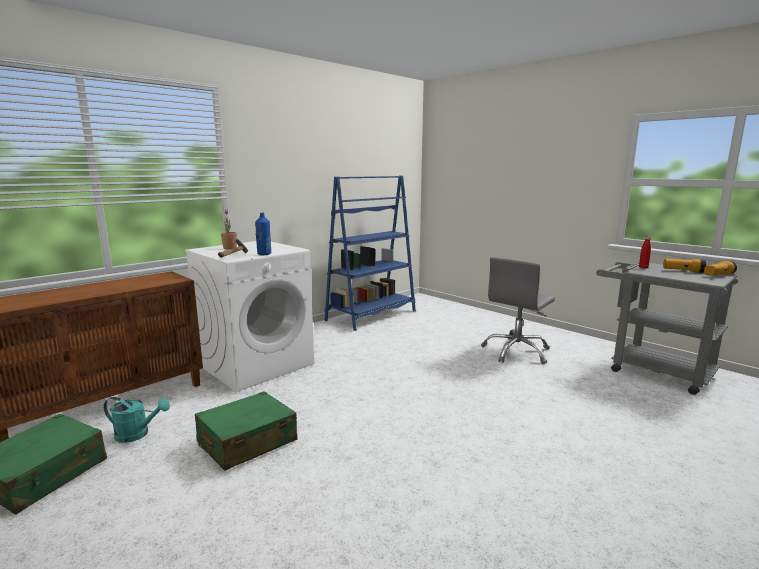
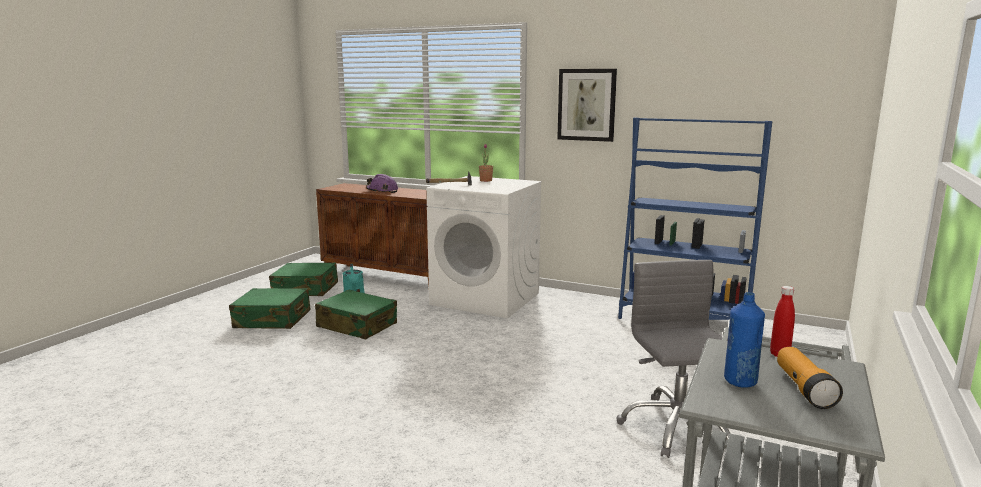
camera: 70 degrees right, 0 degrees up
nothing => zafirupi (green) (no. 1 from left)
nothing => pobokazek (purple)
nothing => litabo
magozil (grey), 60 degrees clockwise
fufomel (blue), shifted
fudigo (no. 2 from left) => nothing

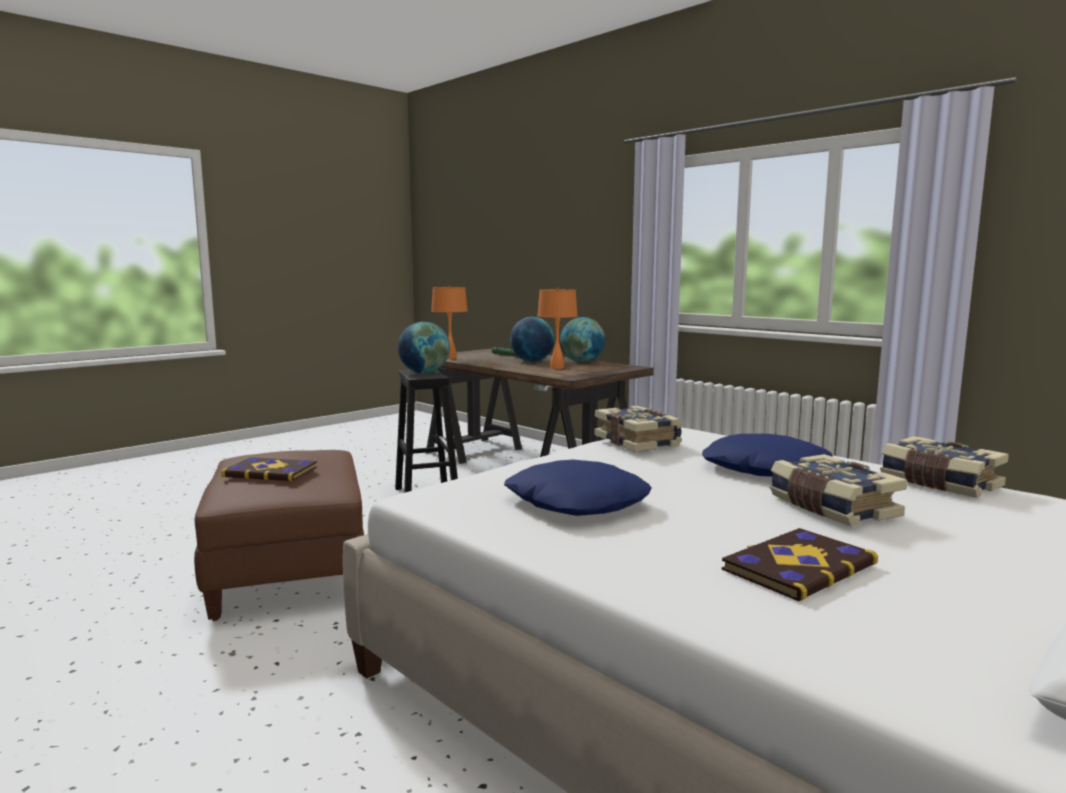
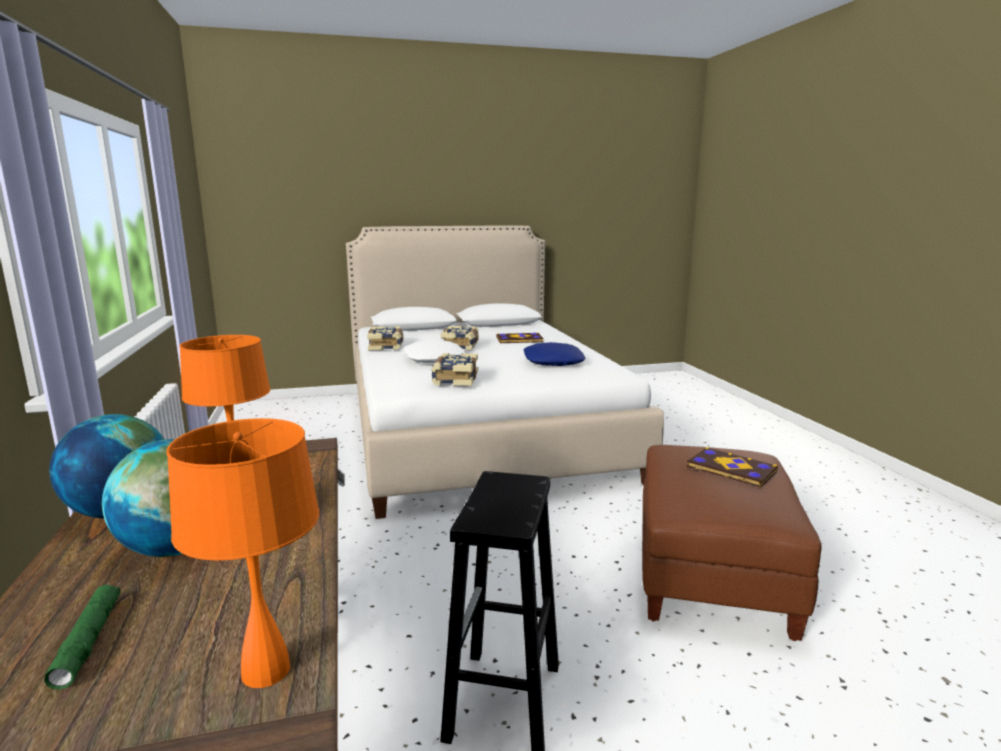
camera: 150 degrees left, 5 degrees up
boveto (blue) (no. 2 from left) => boveto (white)
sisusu (no. 1 from left) => nothing

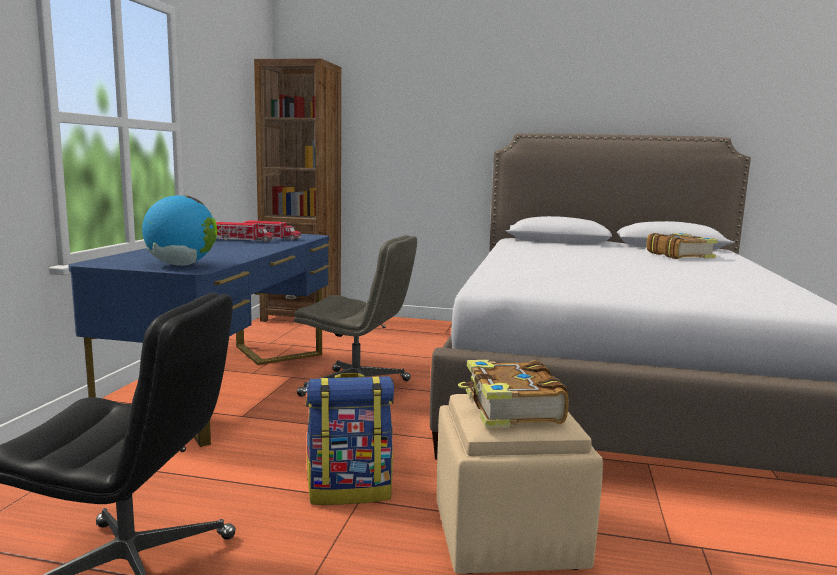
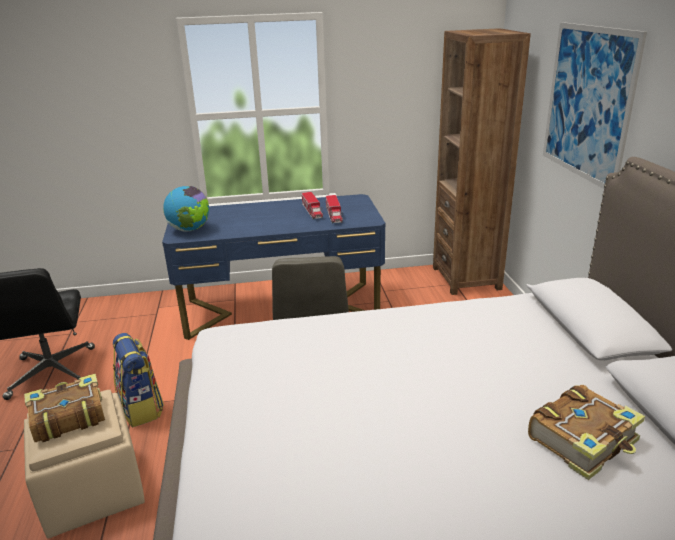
camera: 70 degrees right, 15 degrees up
nothing => litabo

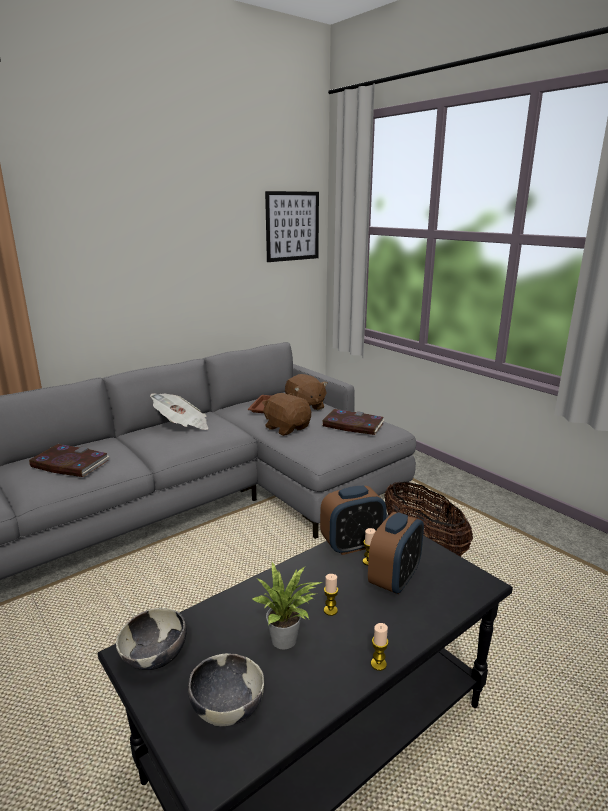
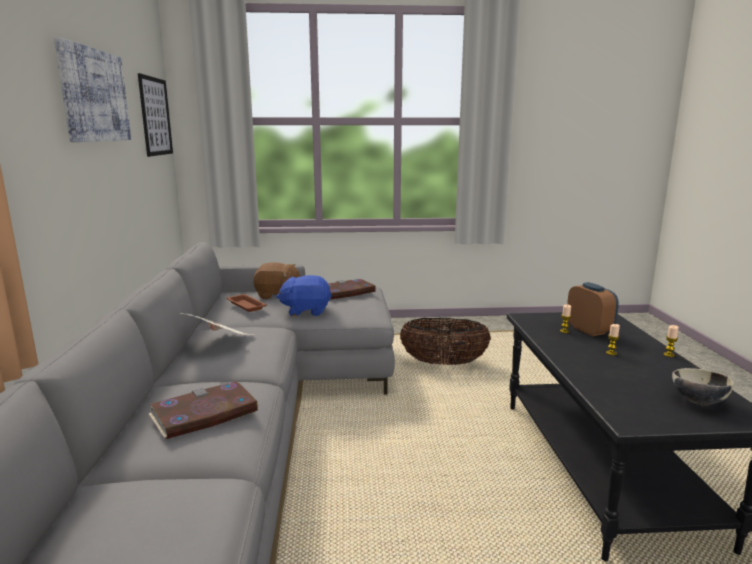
camera: 55 degrees left, 5 degrees down
nothing => litabo (no. 1 from left)
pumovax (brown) (no. 1 from left) => pumovax (blue)
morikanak (no. 1 from left) => nothing
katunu => nothing
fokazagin (no. 1 from left) => nothing

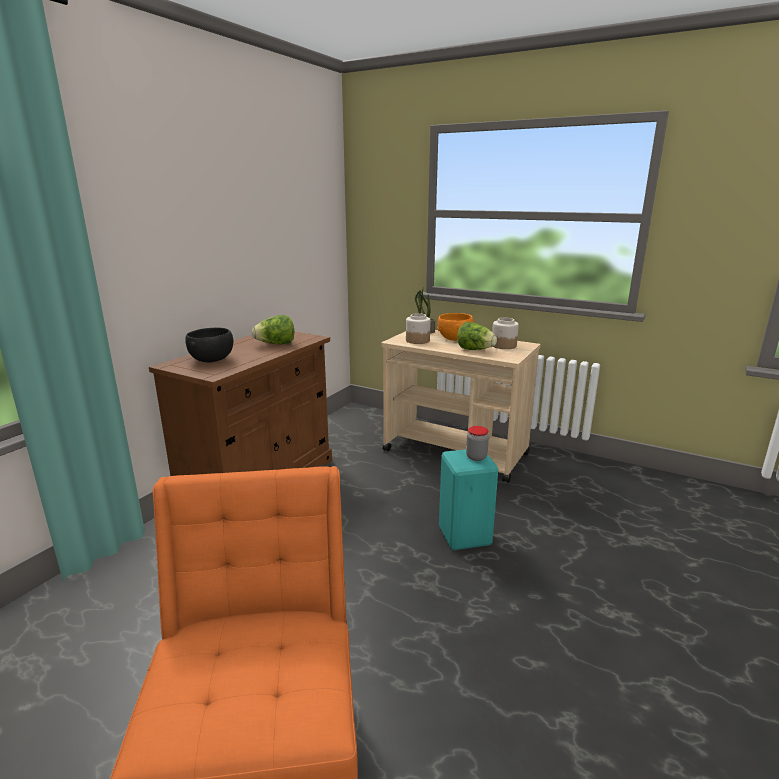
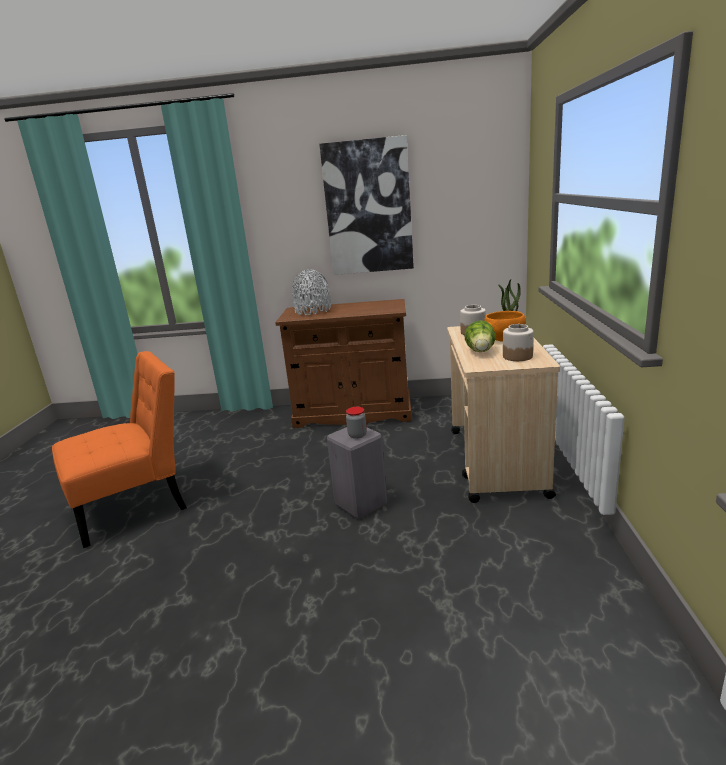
camera: 65 degrees right, 0 degrees up
morikanak (black) => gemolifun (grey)
nothing => litabo
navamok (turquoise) => navamok (grey)
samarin (no. 1 from left) => nothing

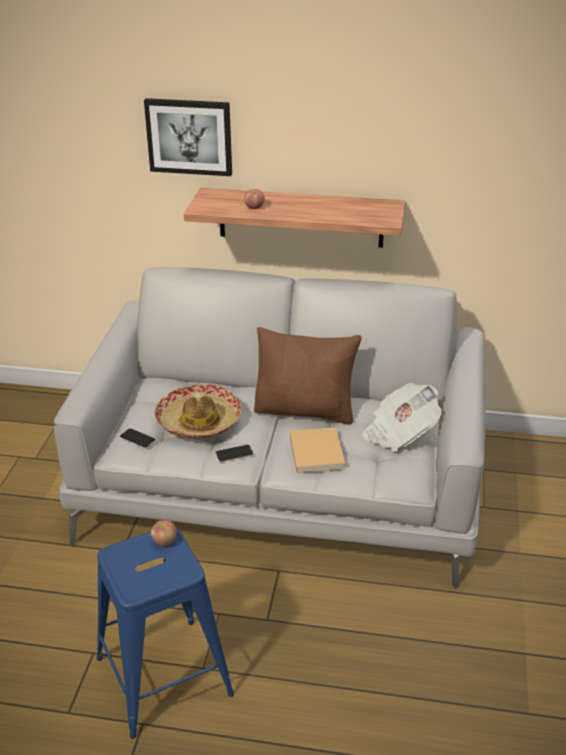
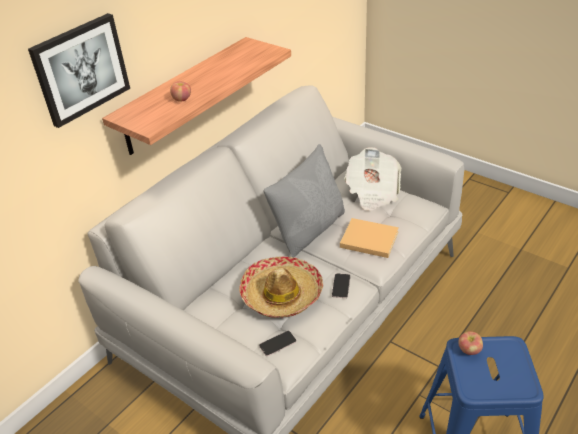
camera: 60 degrees left, 5 degrees up
boveto (brown) => boveto (grey)

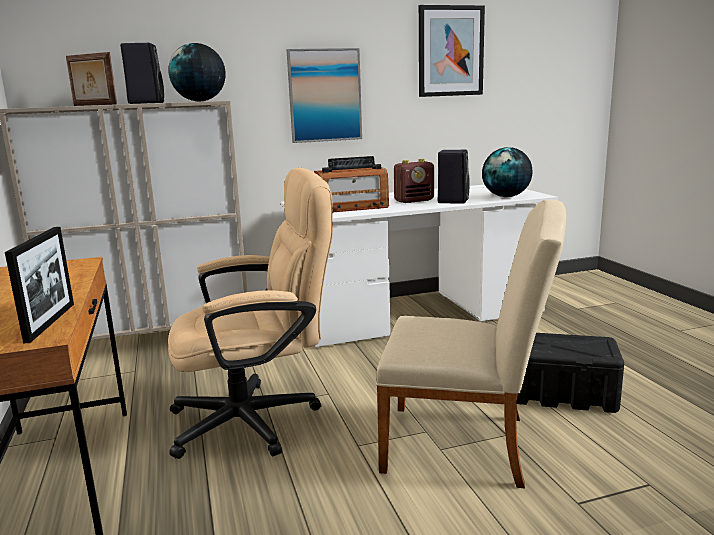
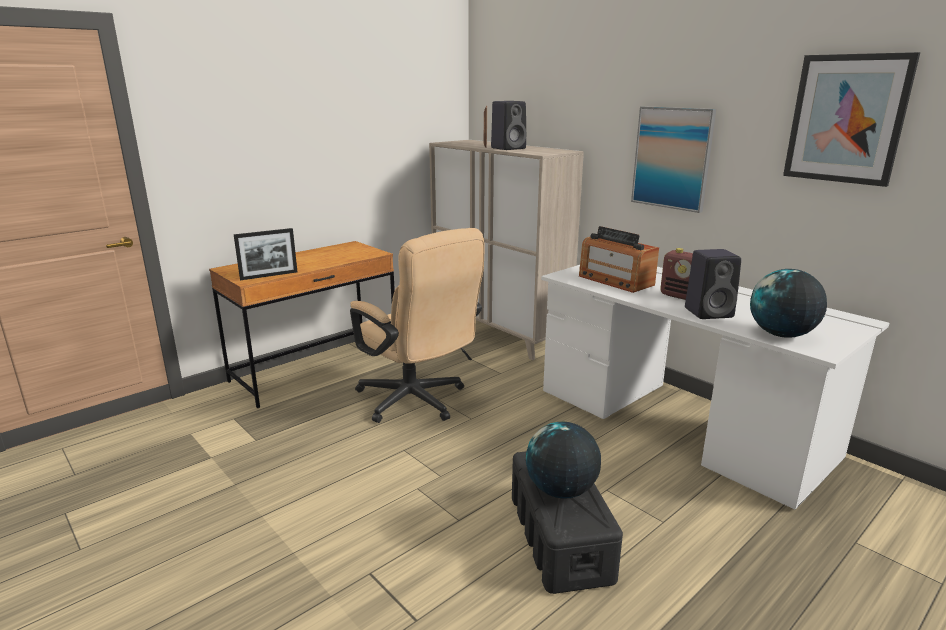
camera: 65 degrees right, 5 degrees up
sisusu (no. 1 from left), shifted
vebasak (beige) => nothing

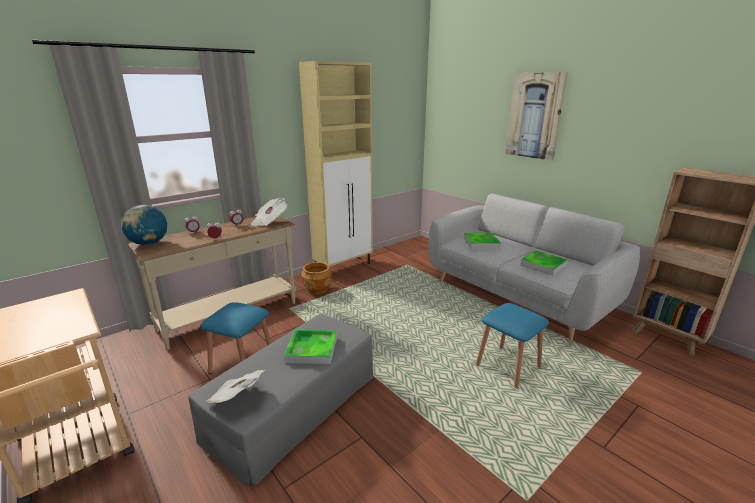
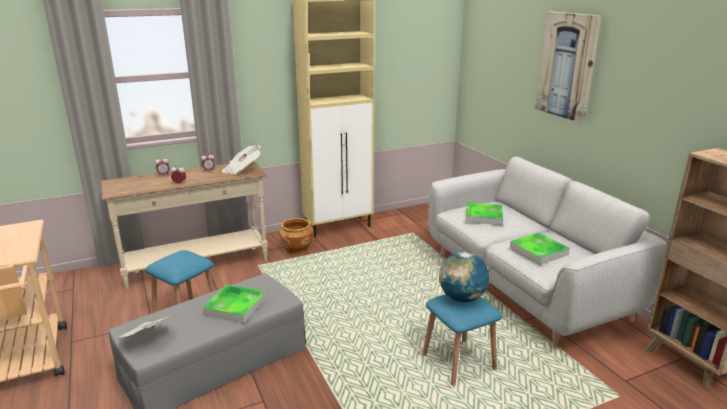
camera: 15 degrees right, 0 degrees up
sisusu, shifted

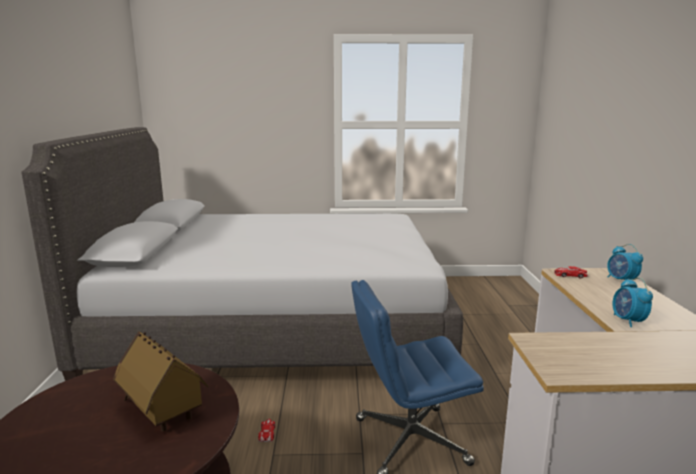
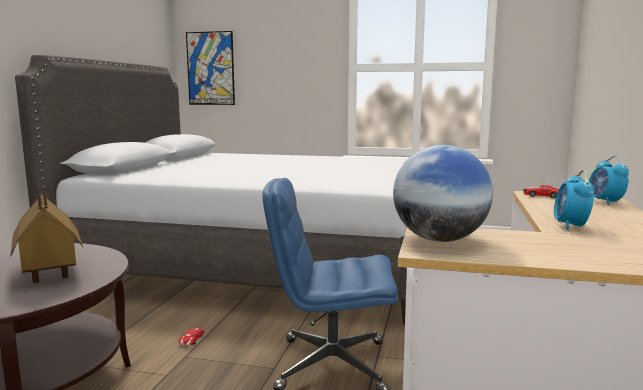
camera: 15 degrees right, 5 degrees down
nothing => litabo
nothing => sisusu

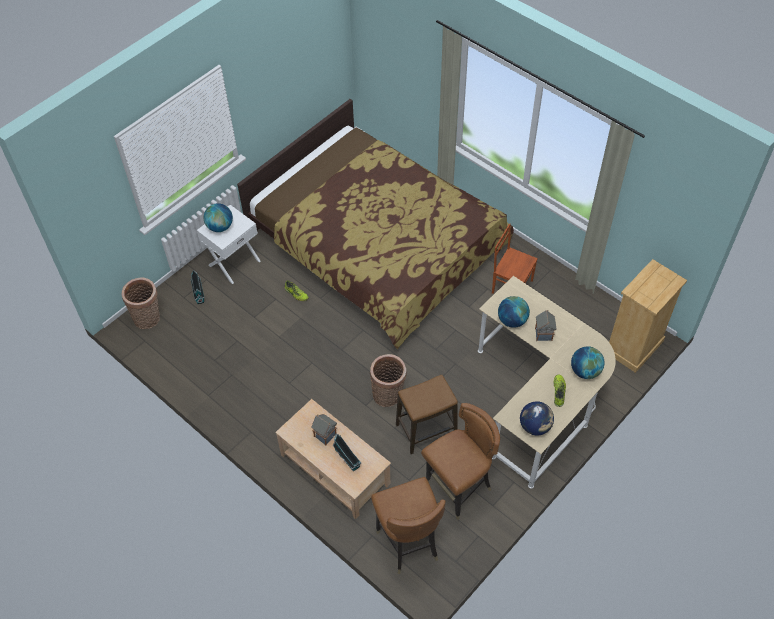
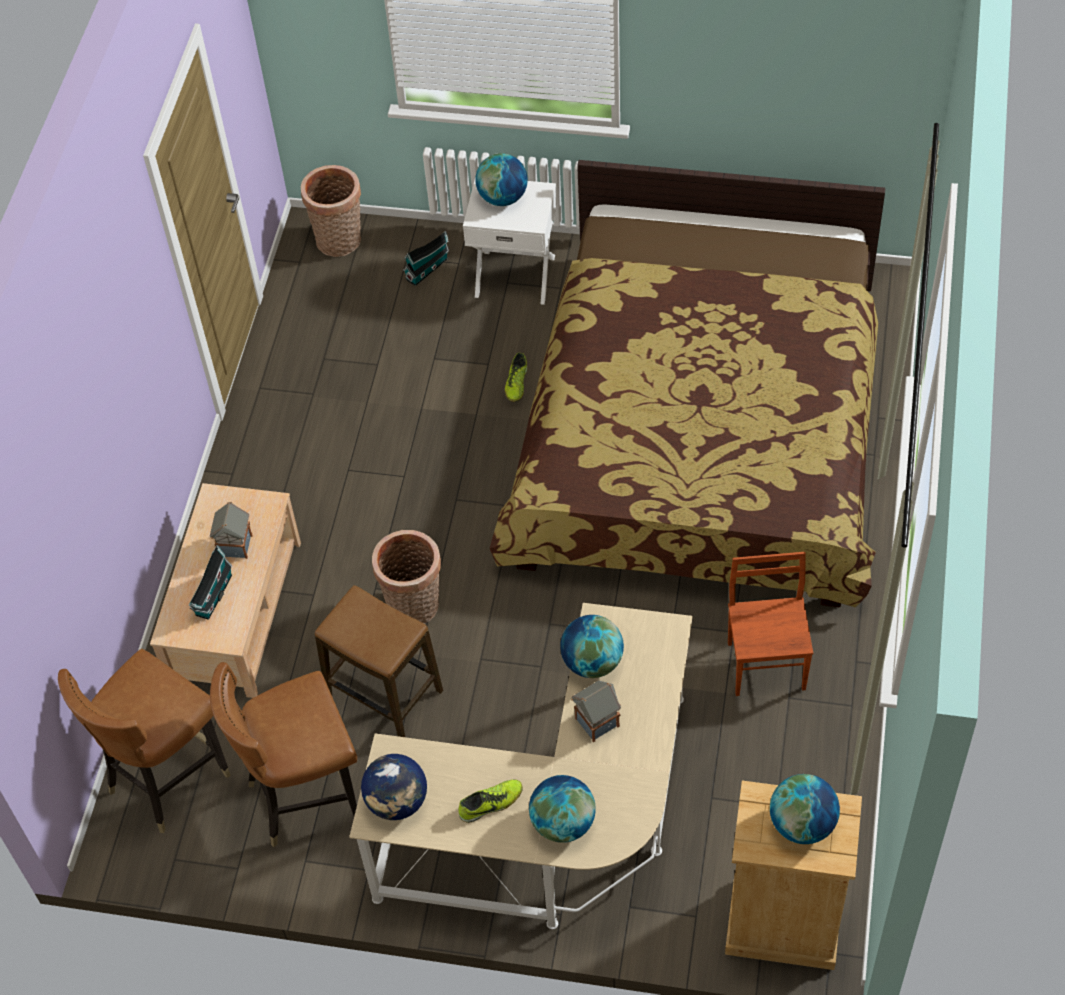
camera: 60 degrees right, 0 degrees up
vebasak (brown) (no. 2 from left), 135 degrees clockwise
nothing => sisusu (no. 5 from left)

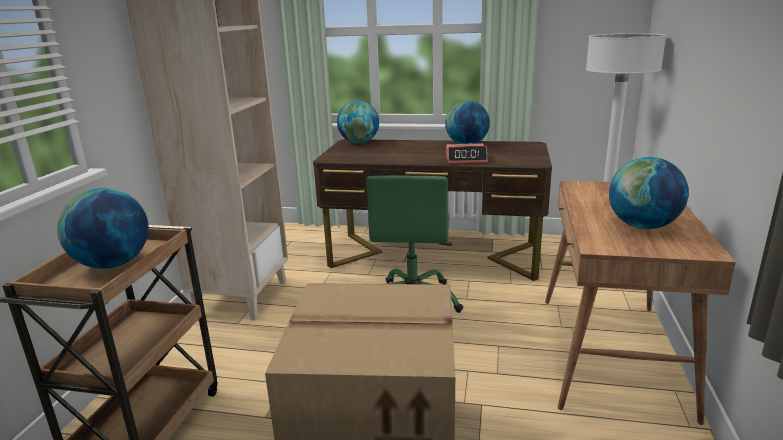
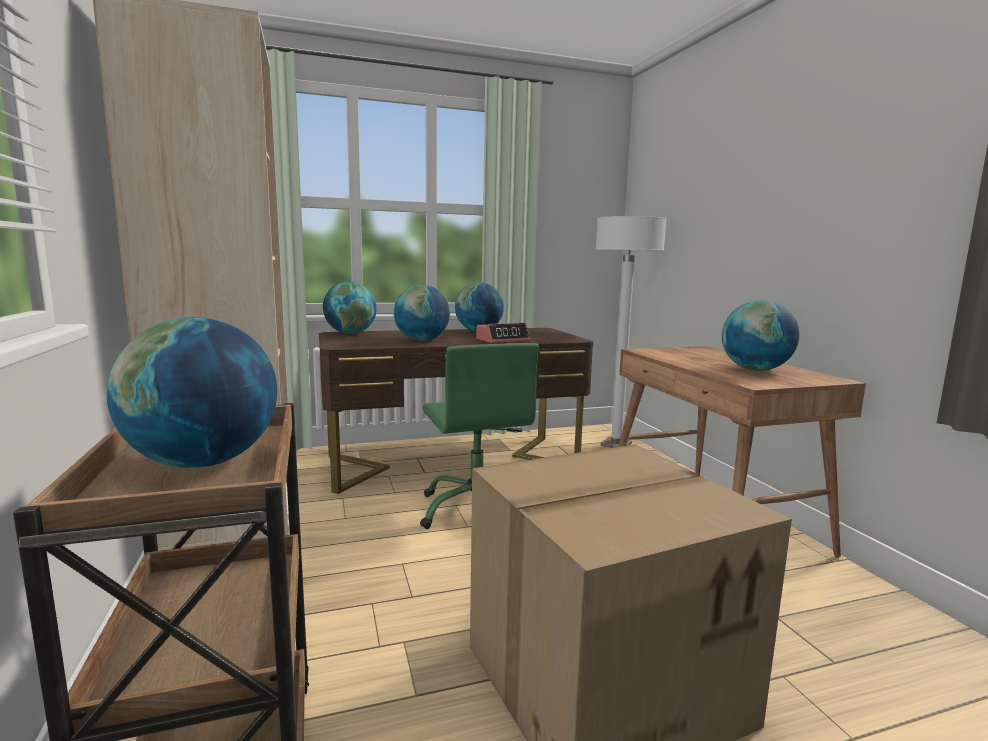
camera: 30 degrees left, 10 degrees down
nothing => sisusu (no. 3 from left)

